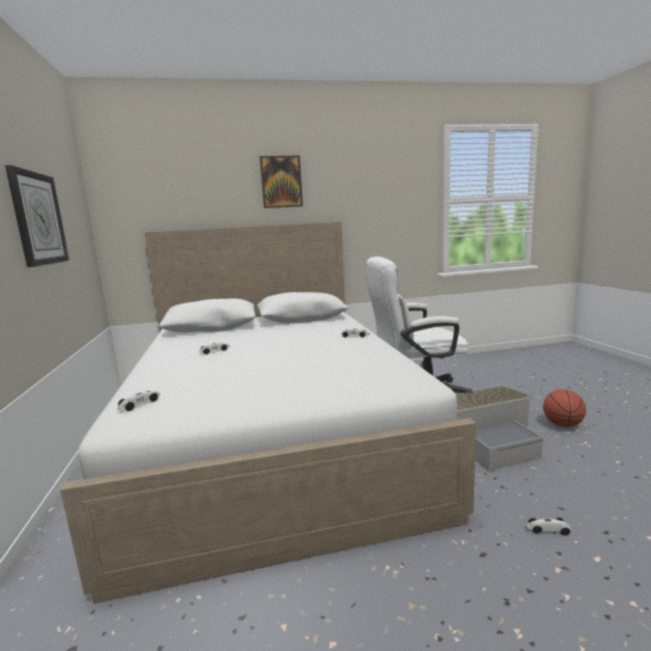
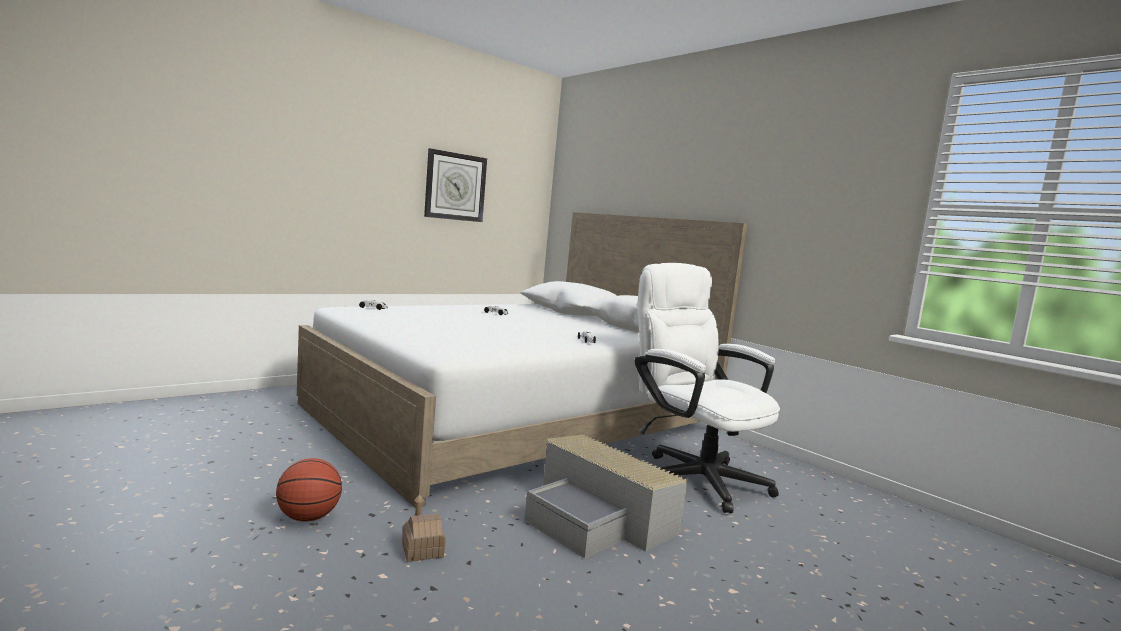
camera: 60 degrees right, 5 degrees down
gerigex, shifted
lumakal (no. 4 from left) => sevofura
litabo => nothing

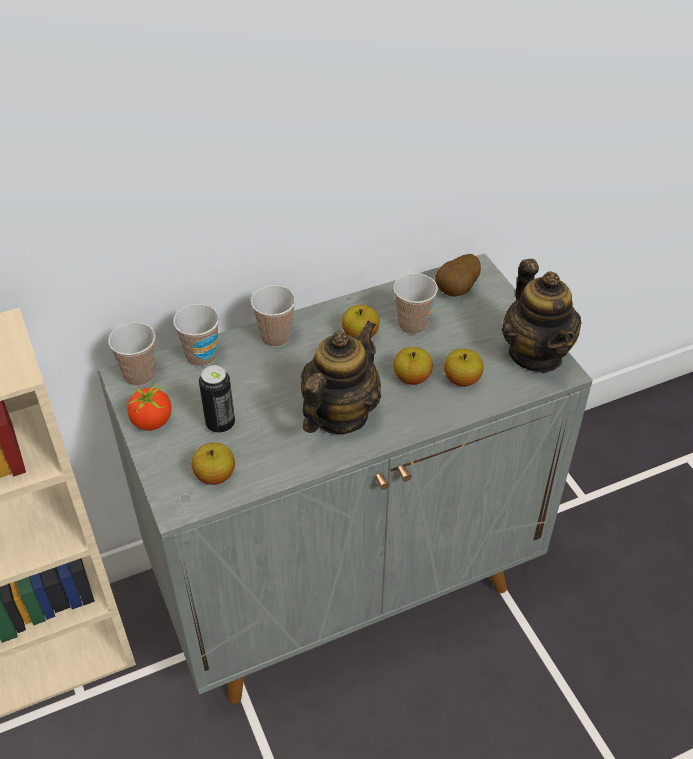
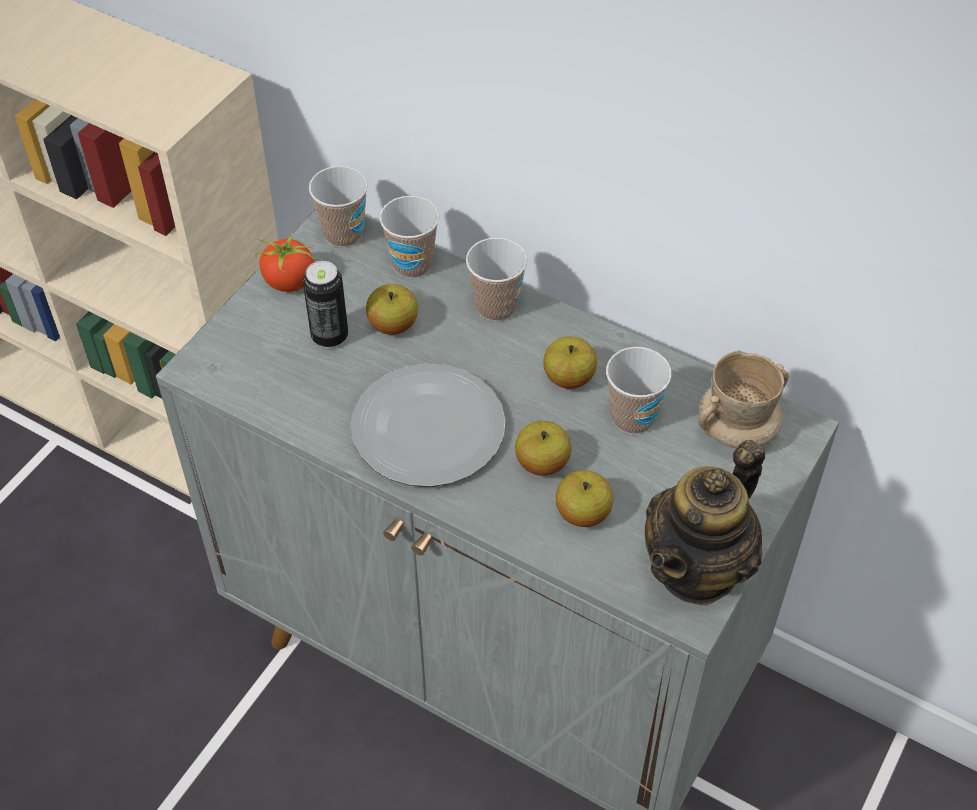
camera: 55 degrees right, 5 degrees up
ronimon (no. 1 from left) => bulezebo
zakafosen (no. 1 from left), shifted
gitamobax => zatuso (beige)

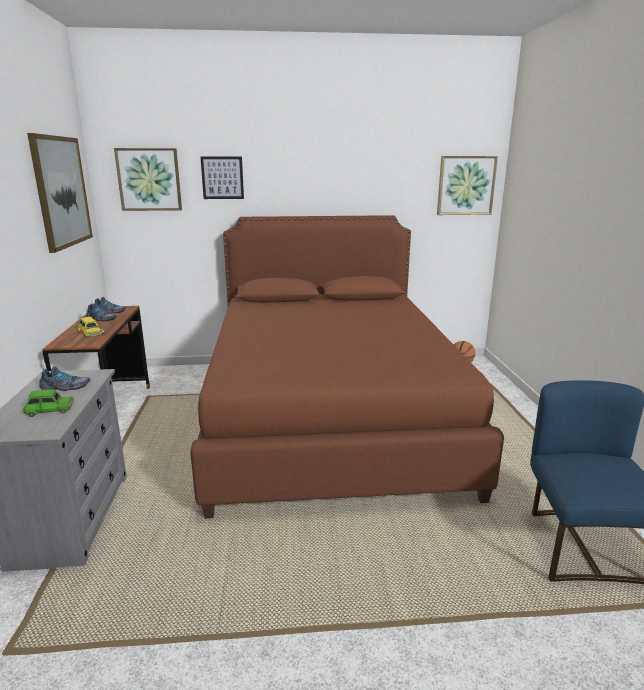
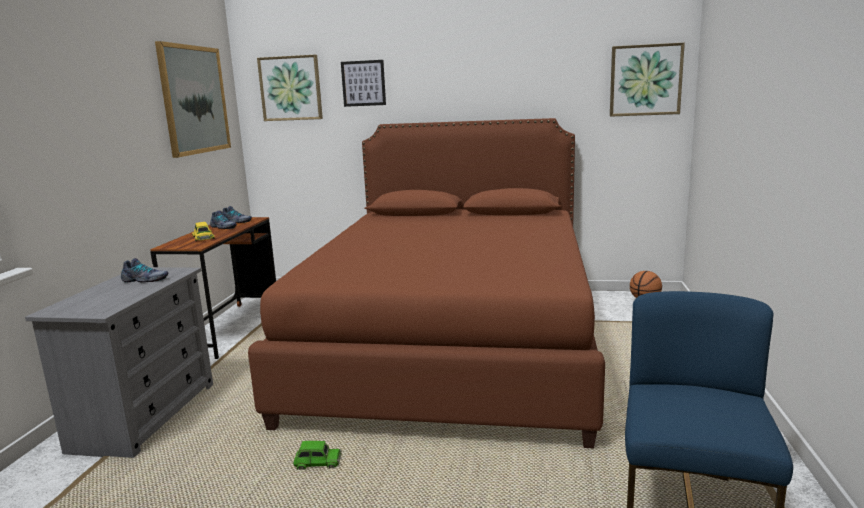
camera: 15 degrees right, 5 degrees down
lumakal (green), shifted

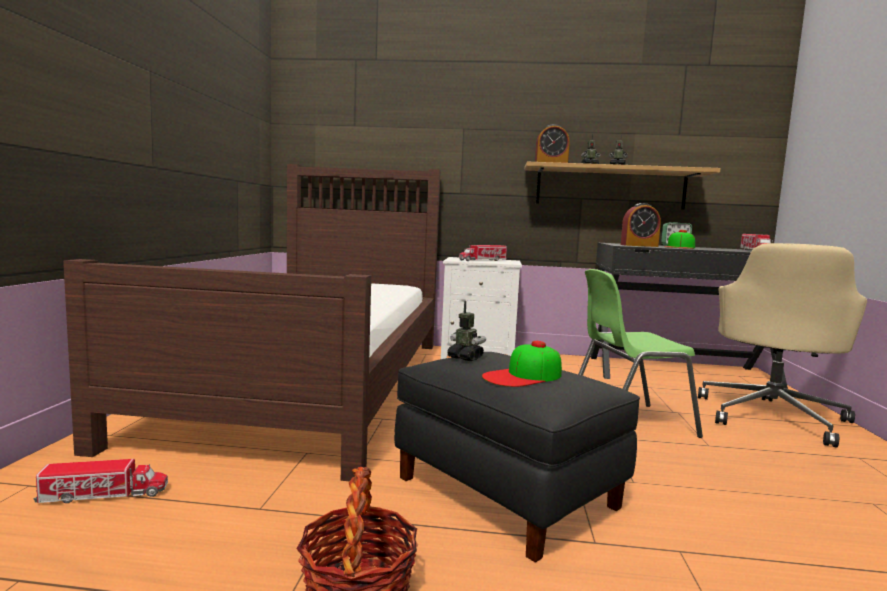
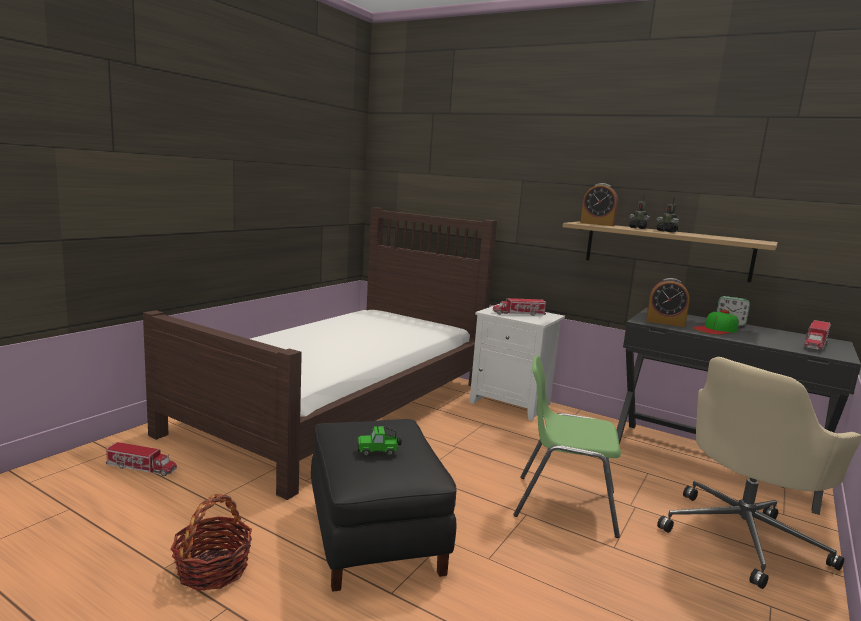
camera: 25 degrees right, 5 degrees up
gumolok (no. 1 from left) => lumakal
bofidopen (no. 1 from left) => nothing

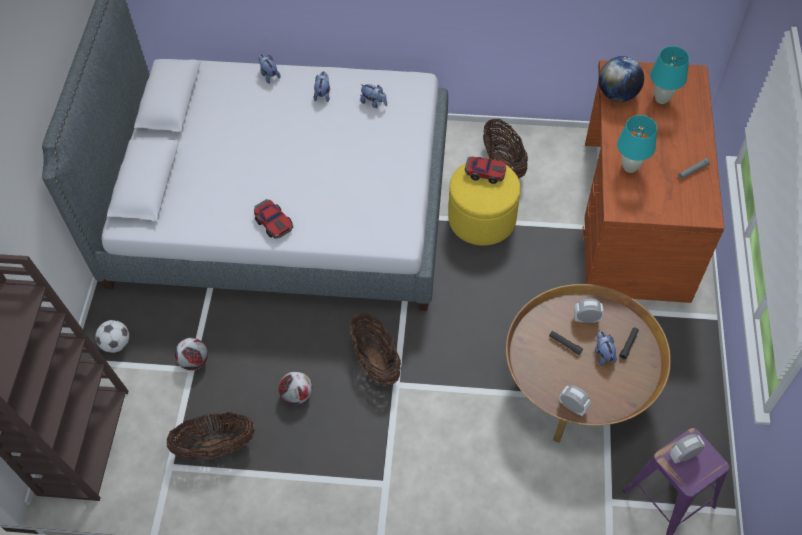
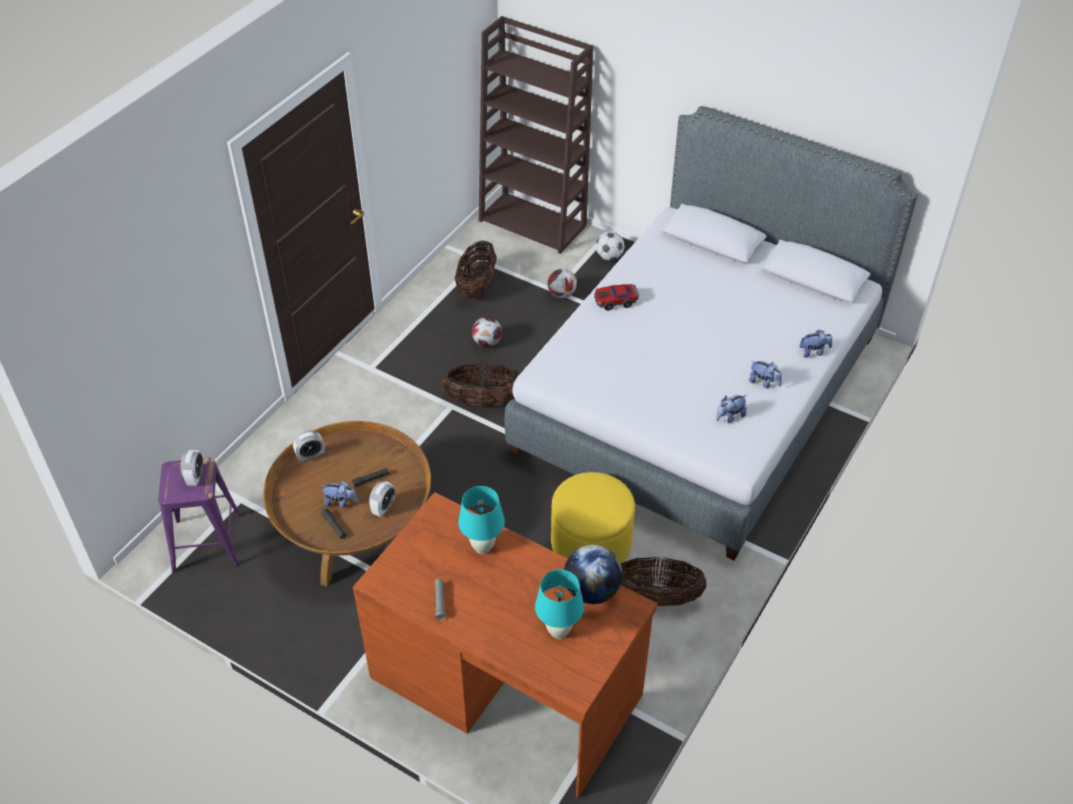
camera: 115 degrees right, 10 degrees down
lumakal (no. 2 from left) => nothing

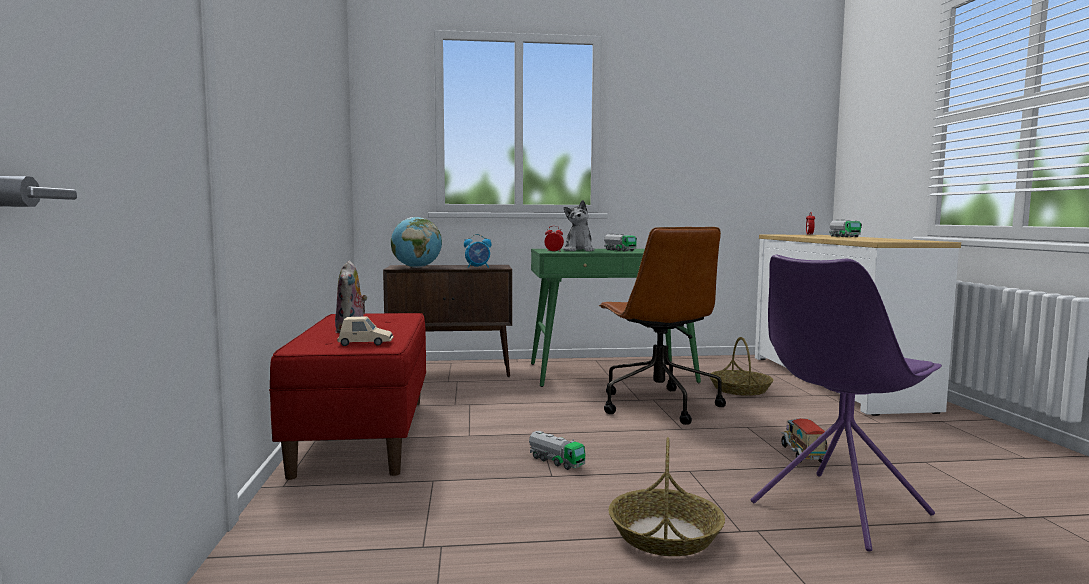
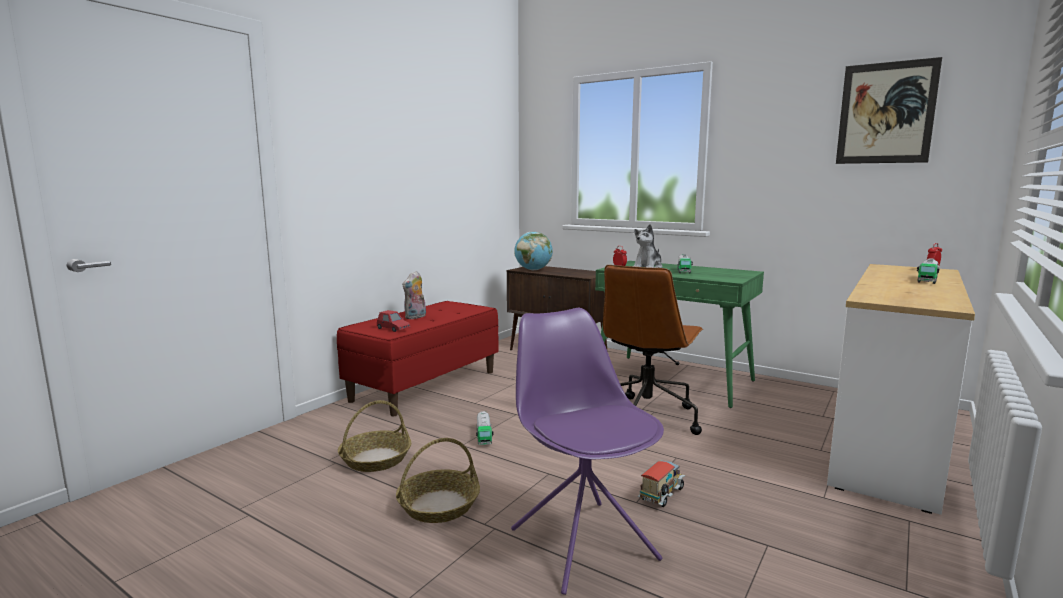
camera: 40 degrees right, 5 degrees up
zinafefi (no. 2 from left in the first image) => zinafefi (no. 1 from left), shifted
lumakal (beige) => lumakal (red)
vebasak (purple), 60 degrees clockwise
nothing => litabo
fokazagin (no. 1 from left) => nothing

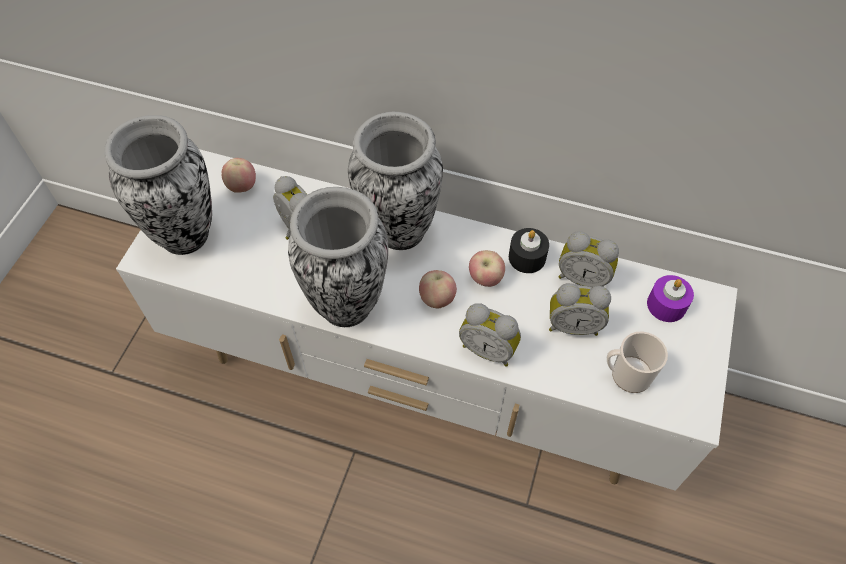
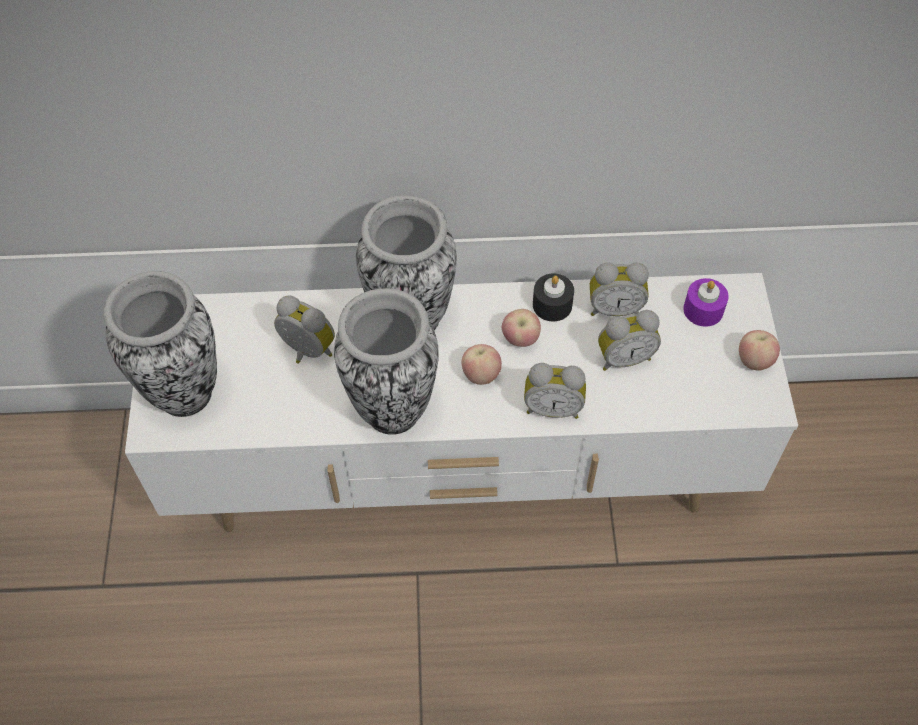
camera: 20 degrees left, 0 degrees up
zakafosen (no. 1 from left in the first image) => zakafosen (no. 3 from left), shifted
zatuso => nothing

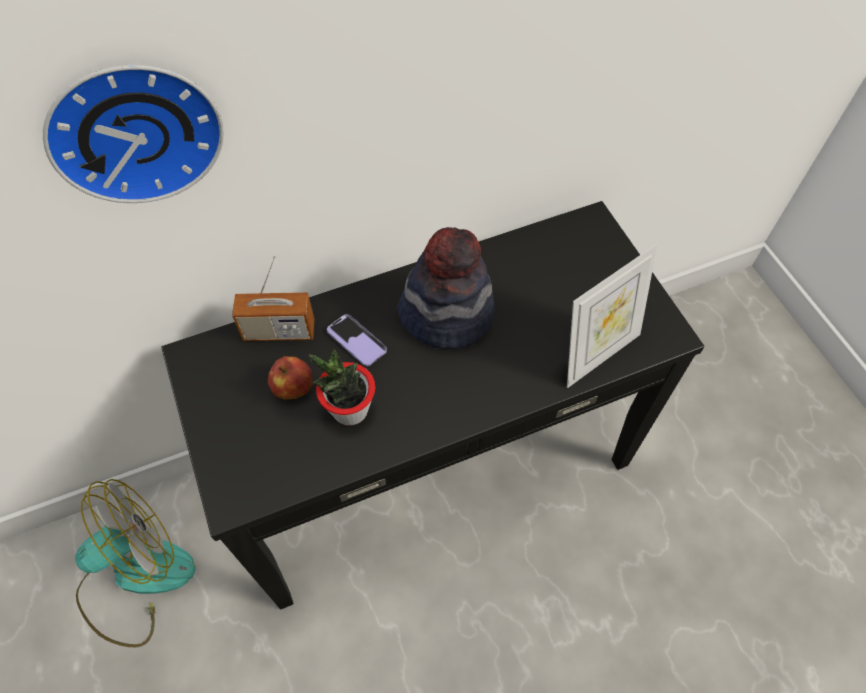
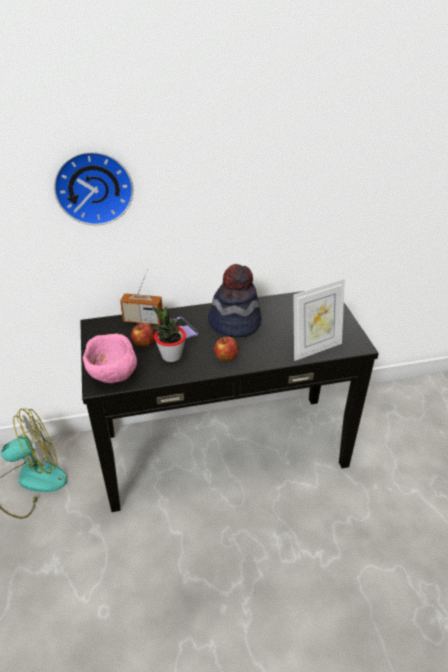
camera: 10 degrees right, 20 degrees down
nothing => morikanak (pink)
nothing => zakafosen (no. 2 from left)

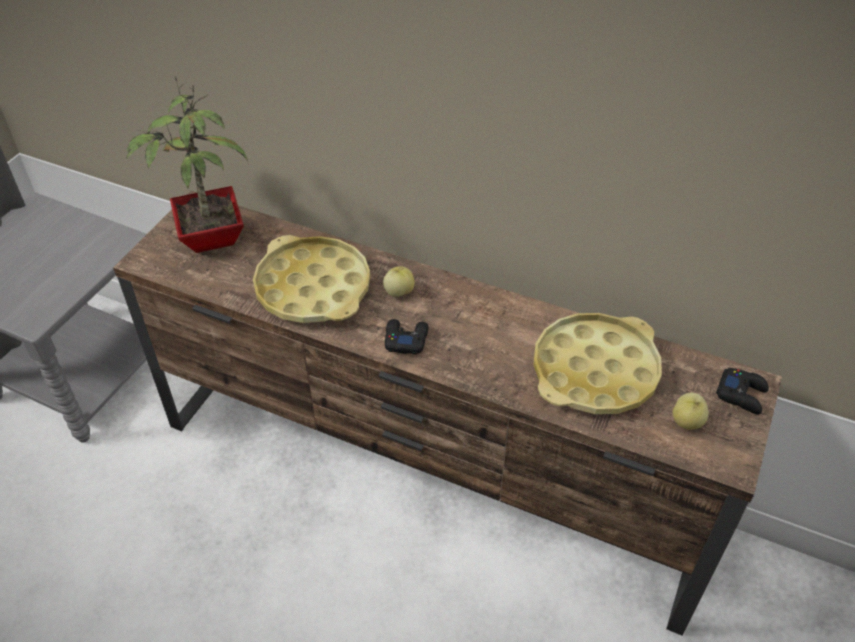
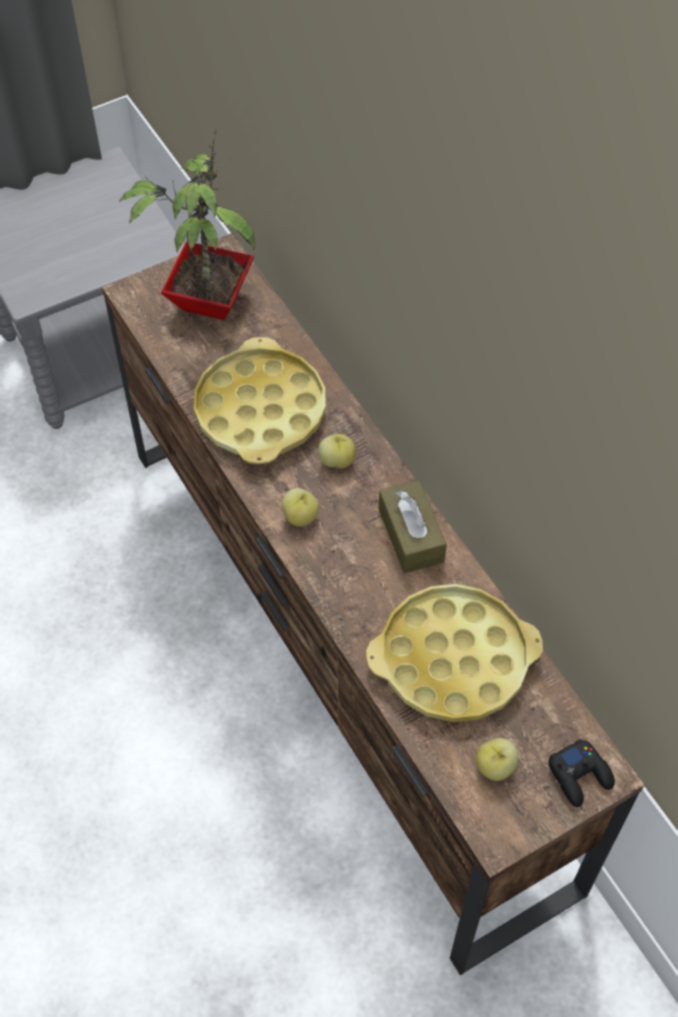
camera: 35 degrees right, 10 degrees up
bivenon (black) (no. 1 from left) => zakafosen (no. 1 from left)
nothing => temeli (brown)

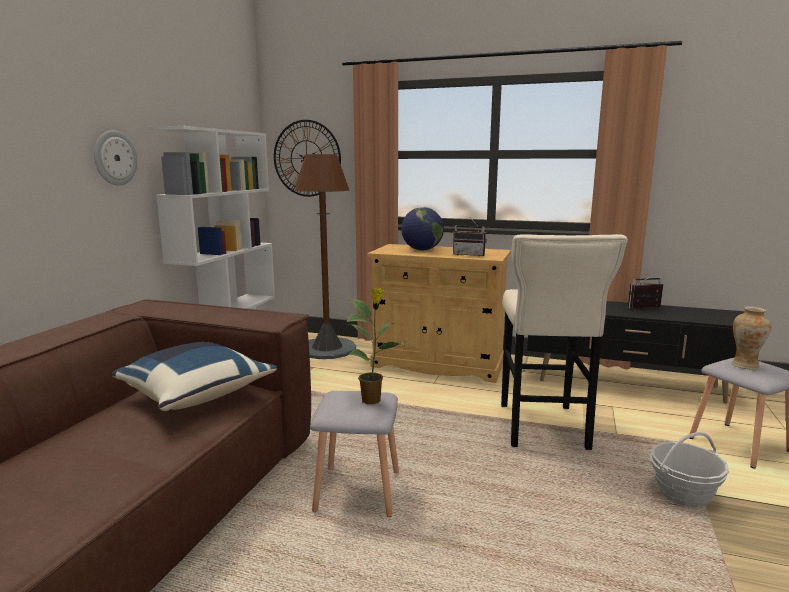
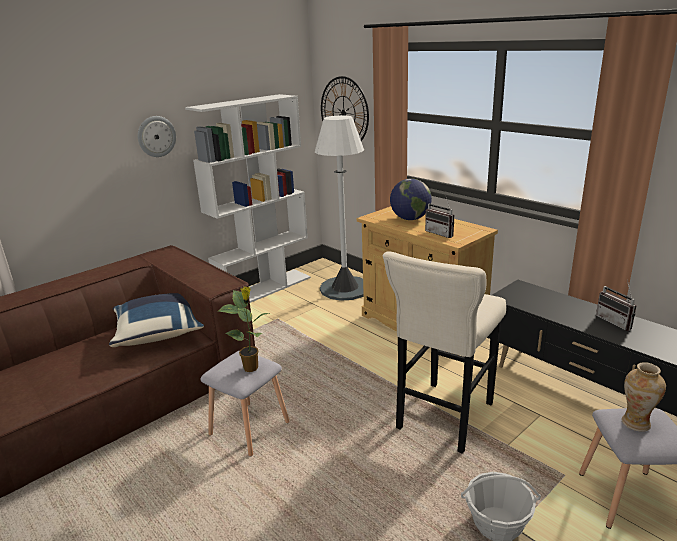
camera: 30 degrees right, 10 degrees up
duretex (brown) => duretex (white)
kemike (no. 2 from left), 135 degrees counterclockwise

